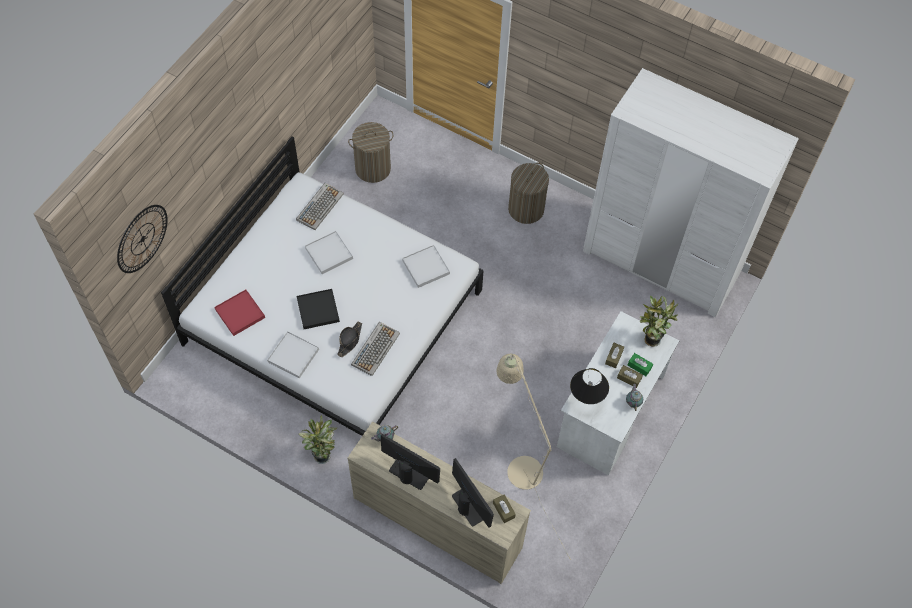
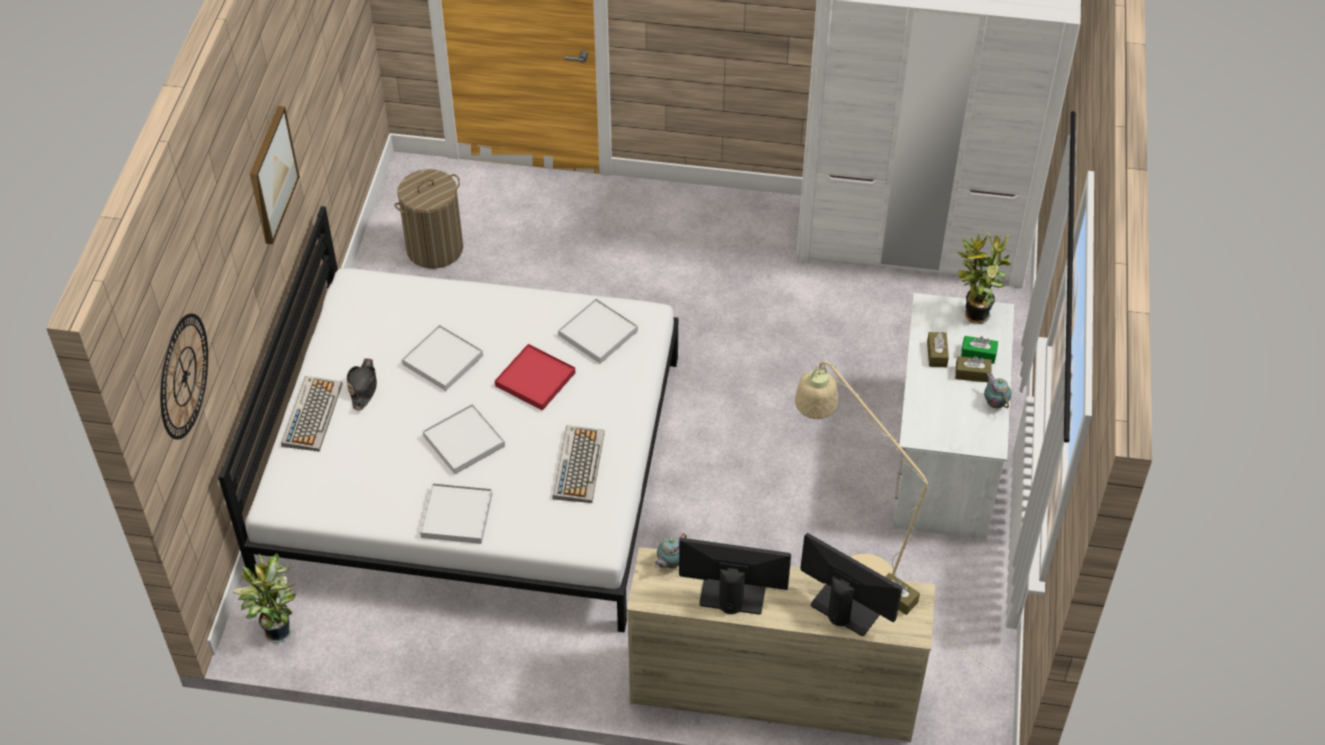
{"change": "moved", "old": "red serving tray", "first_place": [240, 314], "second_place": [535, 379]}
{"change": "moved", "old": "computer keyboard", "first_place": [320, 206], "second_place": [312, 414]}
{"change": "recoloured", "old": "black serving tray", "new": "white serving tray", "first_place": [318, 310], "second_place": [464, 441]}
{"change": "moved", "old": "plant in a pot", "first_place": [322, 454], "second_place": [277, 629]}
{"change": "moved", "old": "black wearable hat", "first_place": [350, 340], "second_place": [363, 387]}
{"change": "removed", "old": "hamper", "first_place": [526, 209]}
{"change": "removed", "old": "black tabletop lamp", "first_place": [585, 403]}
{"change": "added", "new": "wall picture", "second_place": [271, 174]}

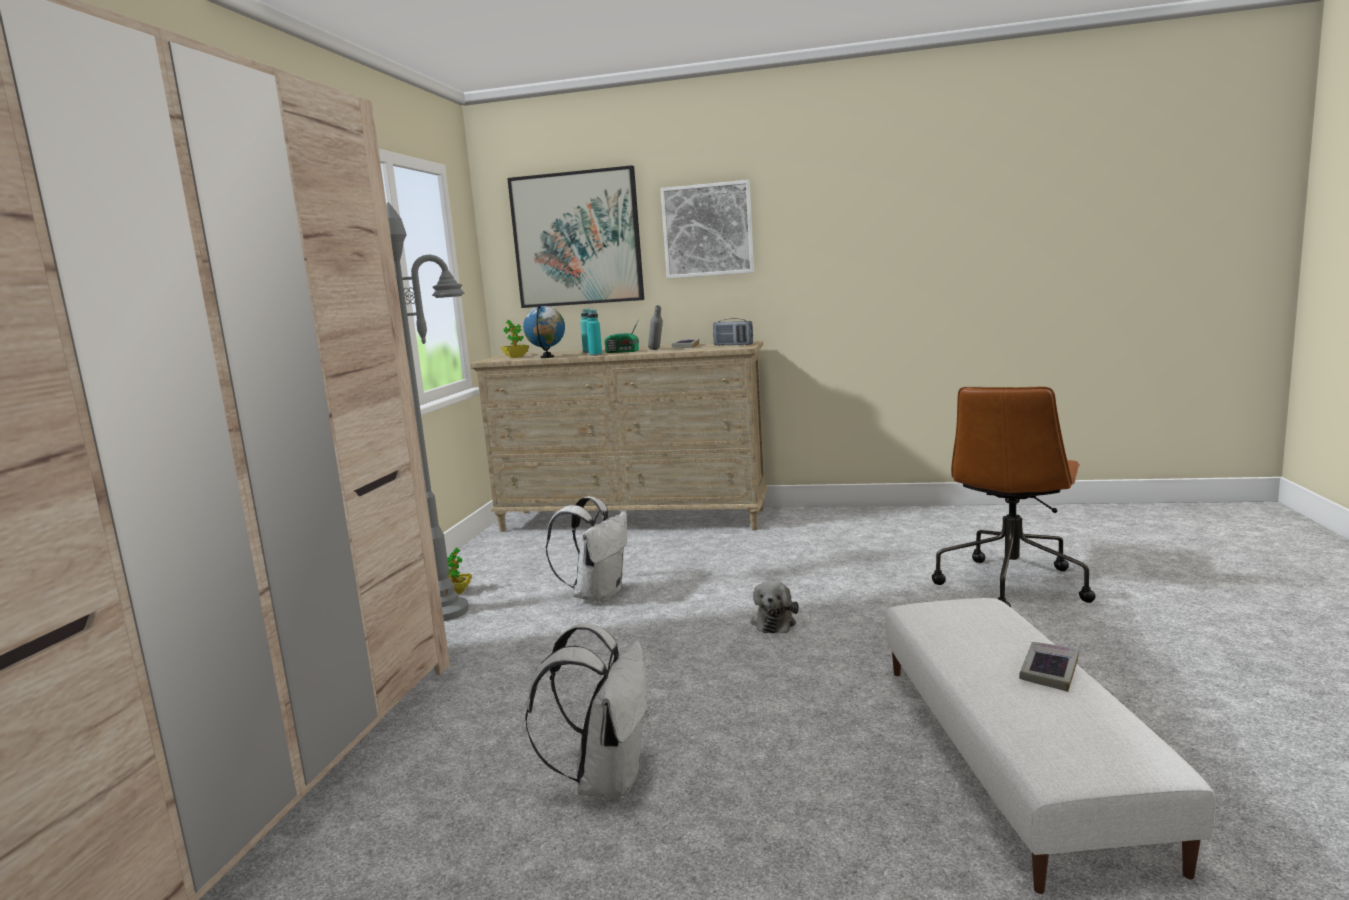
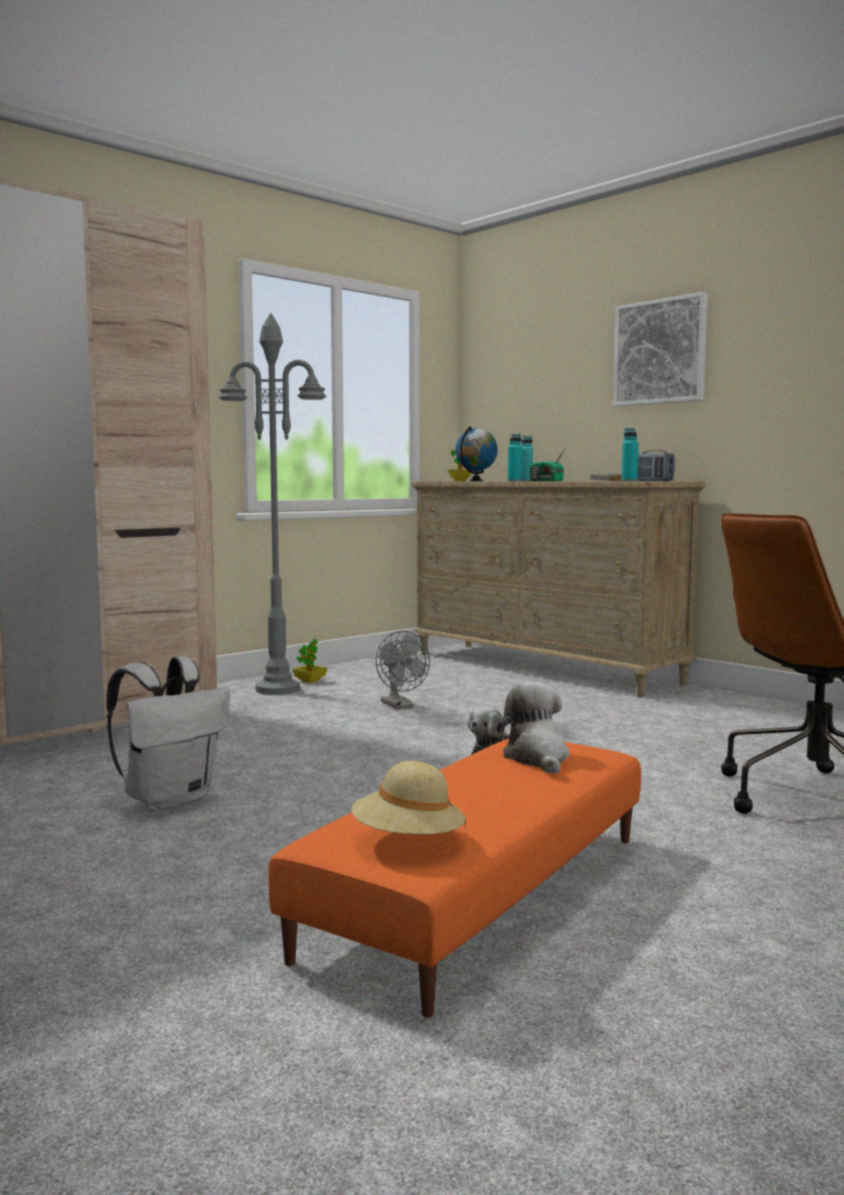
{"change": "removed", "old": "wall picture", "first_place": [577, 239]}
{"change": "replaced", "old": "white backpack", "new": "gray fan", "first_place": [597, 595], "second_place": [400, 706]}
{"change": "removed", "old": "gray beverage bottle", "first_place": [657, 349]}
{"change": "recoloured", "old": "white ottoman", "new": "orange ottoman", "first_place": [1013, 754], "second_place": [482, 894]}
{"change": "removed", "old": "volume", "first_place": [1049, 671]}
{"change": "added", "new": "beige-coloured wearable hat", "second_place": [408, 841]}
{"change": "added", "new": "plush toy", "second_place": [537, 758]}
{"change": "added", "new": "turquoise-coloured beverage bottle", "second_place": [629, 481]}

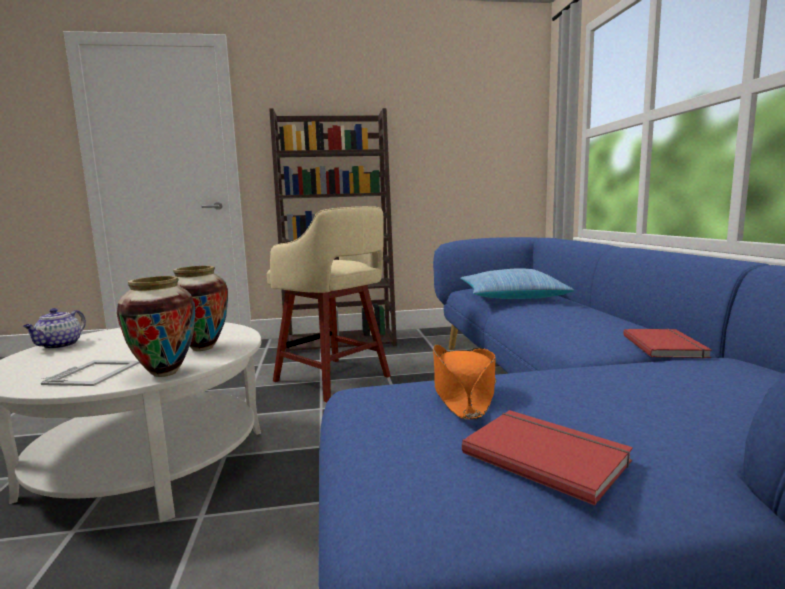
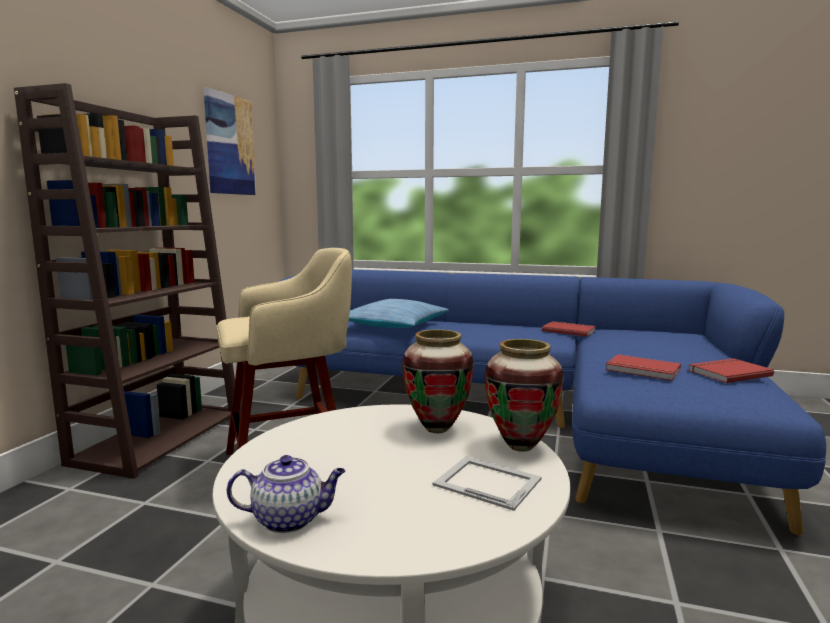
{"change": "turned", "old": "pot for tea", "first_place": [59, 346], "second_place": [290, 519], "degrees": -45}
{"change": "replaced", "old": "orange wearable hat", "new": "red volume", "first_place": [463, 393], "second_place": [642, 370]}
{"change": "added", "new": "wall picture", "second_place": [230, 145]}

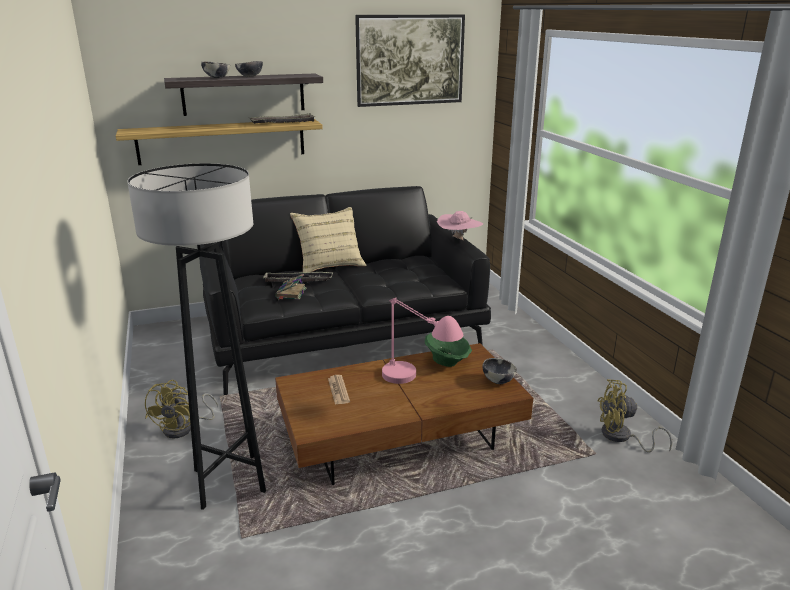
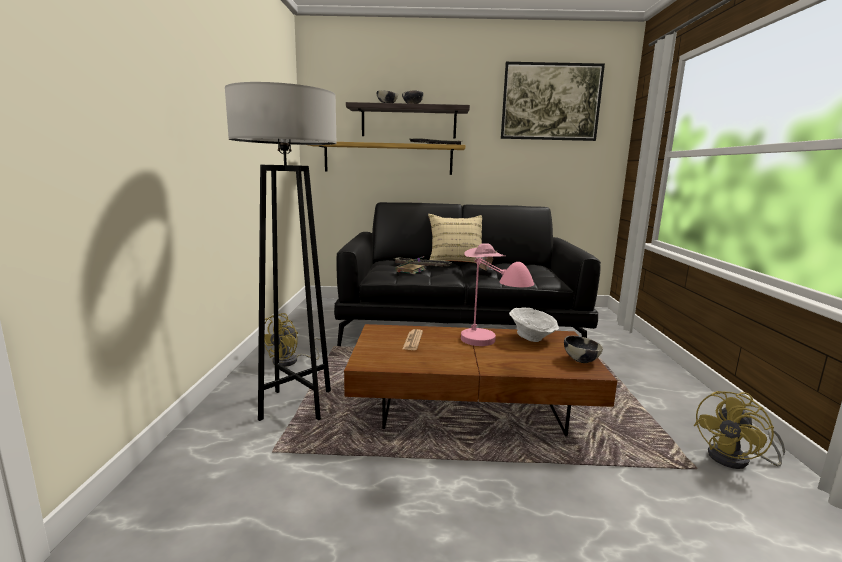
{"change": "recoloured", "old": "green-coloured deep dish", "new": "white deep dish", "first_place": [447, 362], "second_place": [532, 339]}
{"change": "moved", "old": "pink wearable hat", "first_place": [459, 240], "second_place": [483, 271]}
{"change": "turned", "old": "yellow-coloured fan", "first_place": [621, 437], "second_place": [736, 460], "degrees": -60}

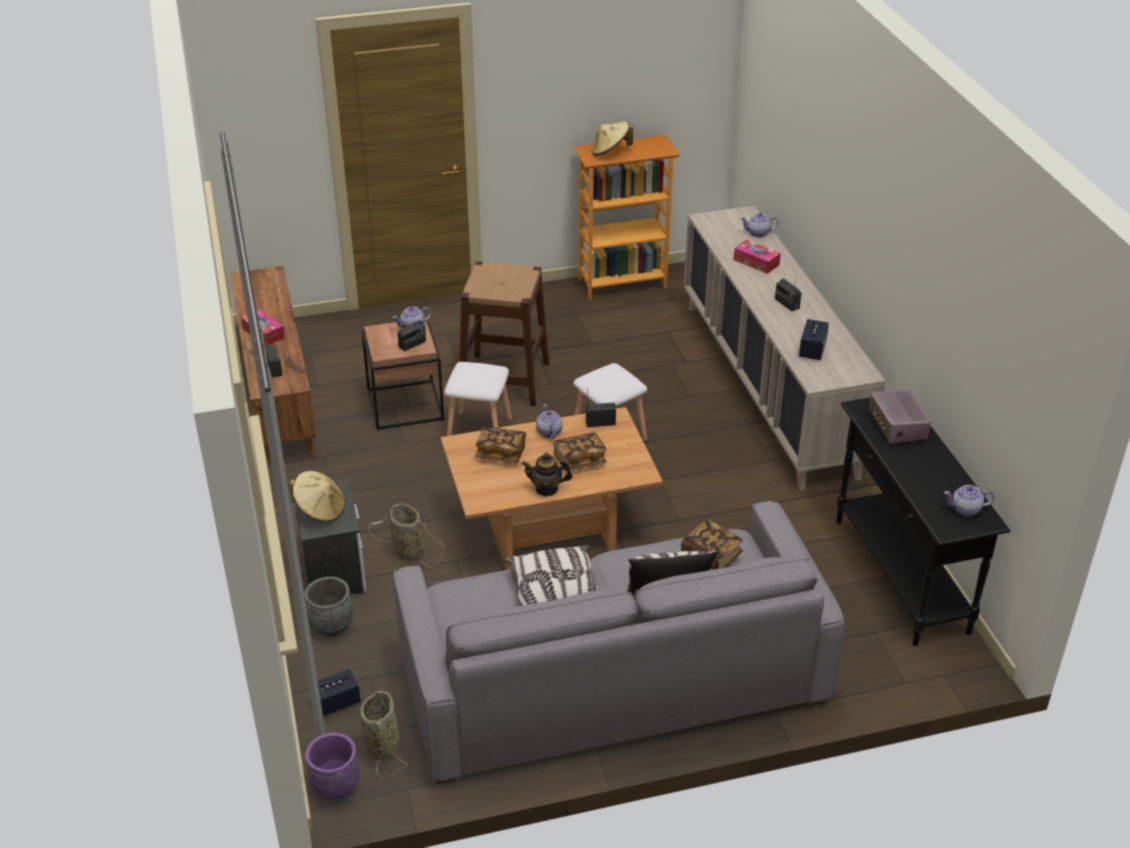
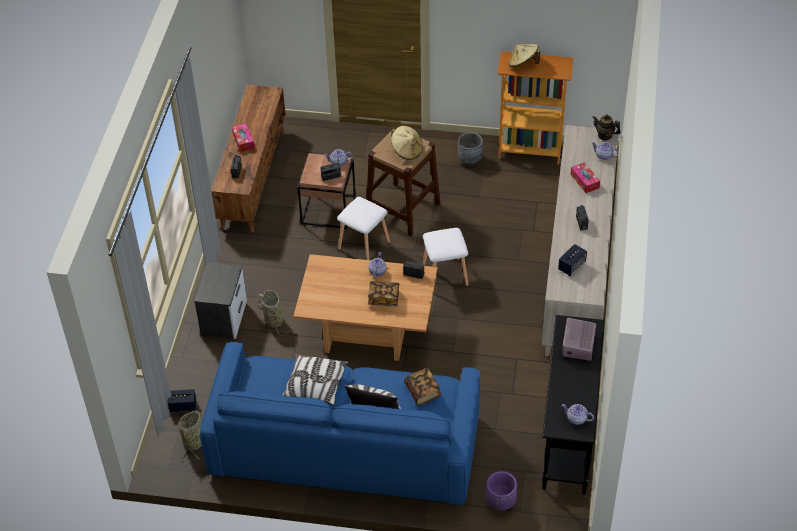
{"change": "moved", "old": "beige-coloured wearable hat", "first_place": [320, 510], "second_place": [406, 150]}
{"change": "moved", "old": "gray planter", "first_place": [331, 625], "second_place": [470, 159]}
{"change": "moved", "old": "purple-coloured planter", "first_place": [335, 786], "second_place": [500, 502]}
{"change": "recoloured", "old": "gray sofa", "new": "blue-coloured sofa", "first_place": [612, 679], "second_place": [345, 446]}
{"change": "removed", "old": "volume", "first_place": [501, 453]}
{"change": "moved", "old": "pot for tea", "first_place": [547, 489], "second_place": [605, 135]}

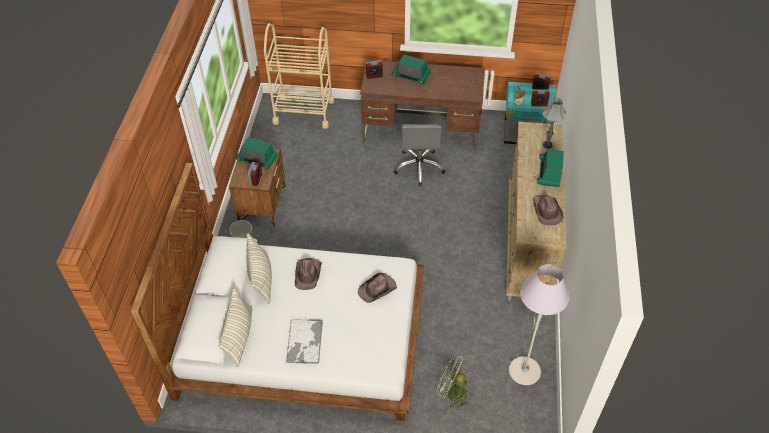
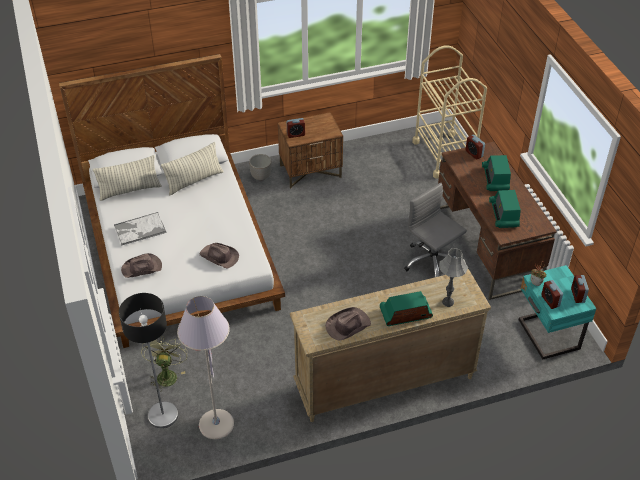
{"change": "moved", "old": "radio set", "first_place": [257, 159], "second_place": [504, 215]}
{"change": "moved", "old": "brown-coloured wearable hat", "first_place": [308, 274], "second_place": [142, 268]}
{"change": "turned", "old": "gray office chair", "first_place": [419, 167], "second_place": [431, 262], "degrees": 75}
{"change": "added", "new": "standing lamp", "second_place": [162, 415]}

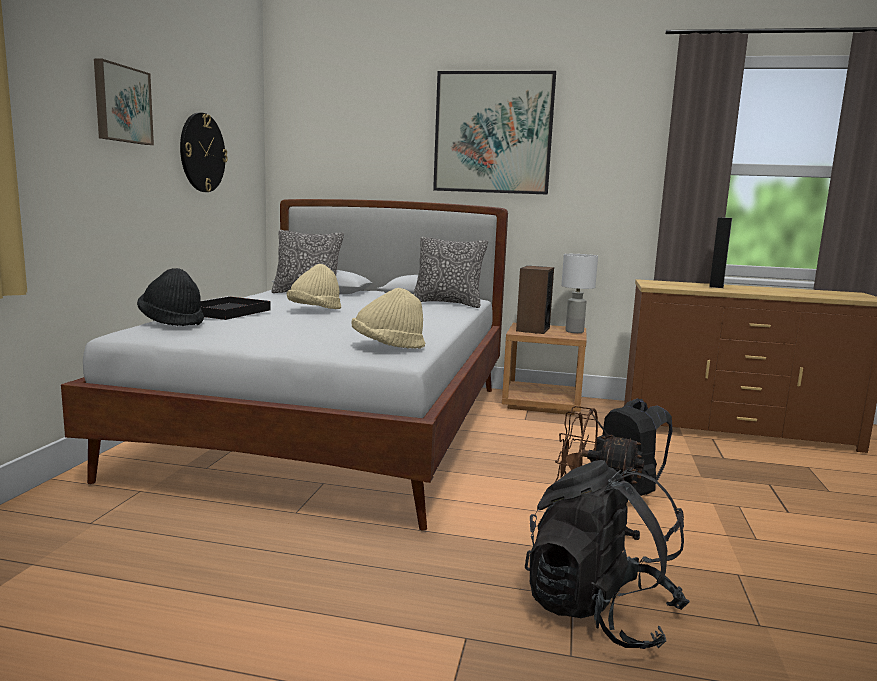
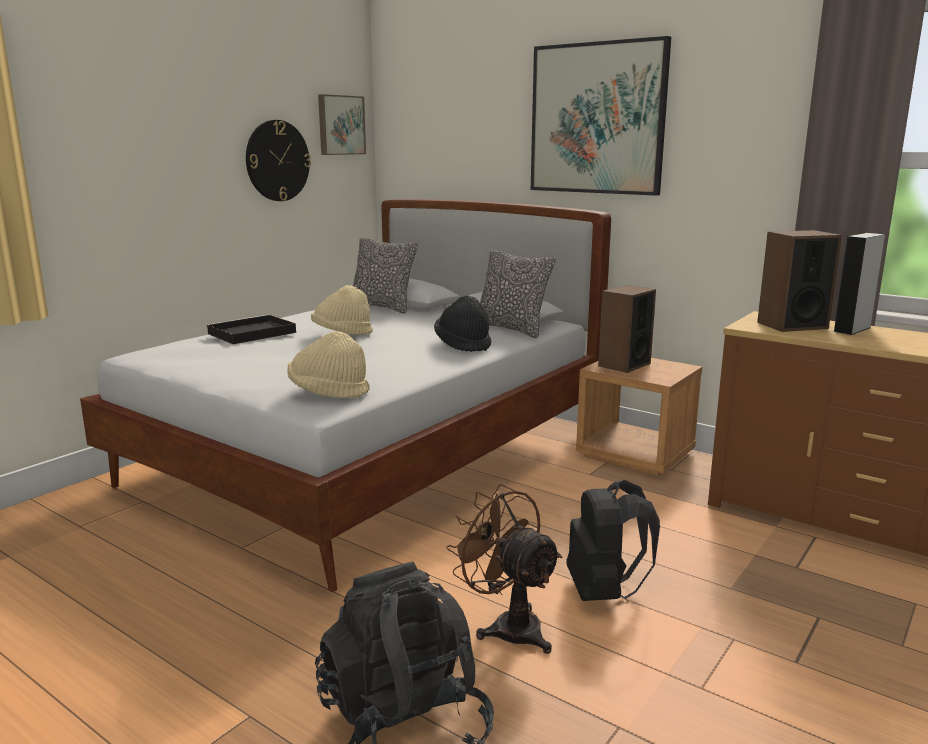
{"change": "moved", "old": "wall picture", "first_place": [121, 104], "second_place": [340, 125]}
{"change": "moved", "old": "black wearable hat", "first_place": [172, 321], "second_place": [463, 345]}
{"change": "removed", "old": "white tabletop lamp", "first_place": [574, 331]}
{"change": "added", "new": "speaker", "second_place": [791, 325]}

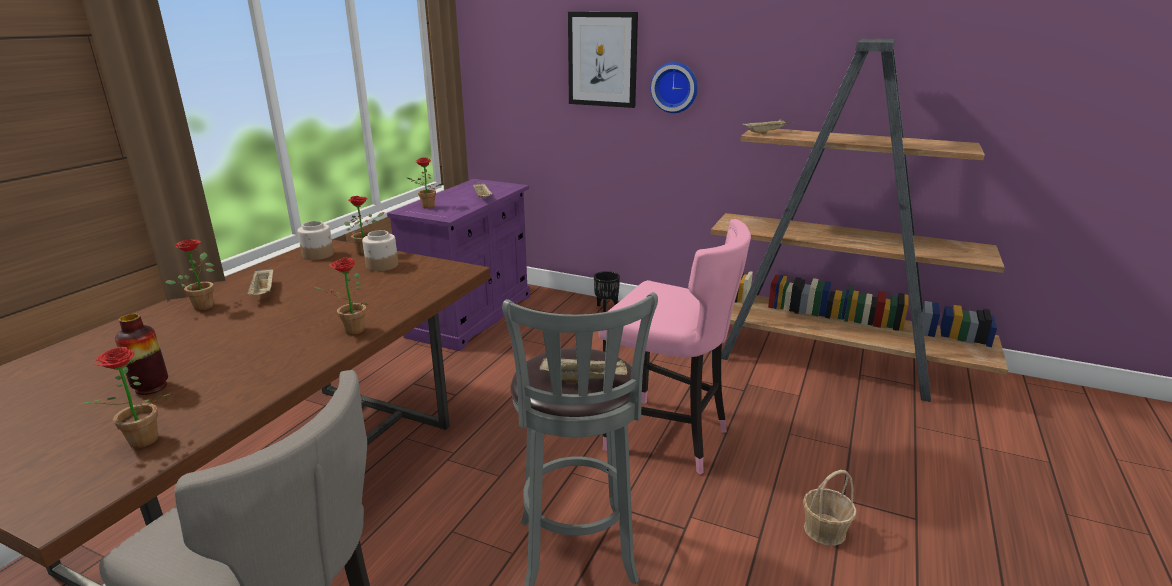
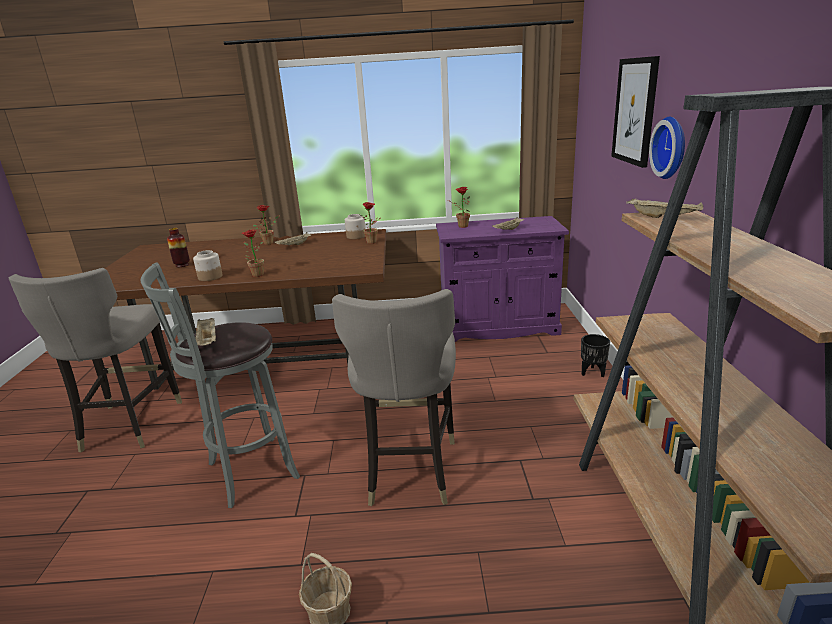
{"change": "removed", "old": "plant in a pot", "first_place": [139, 444]}
{"change": "moved", "old": "storage jar", "first_place": [382, 266], "second_place": [210, 277]}
{"change": "recoloured", "old": "pink stool seat", "new": "gray stool seat", "first_place": [667, 437], "second_place": [409, 472]}

